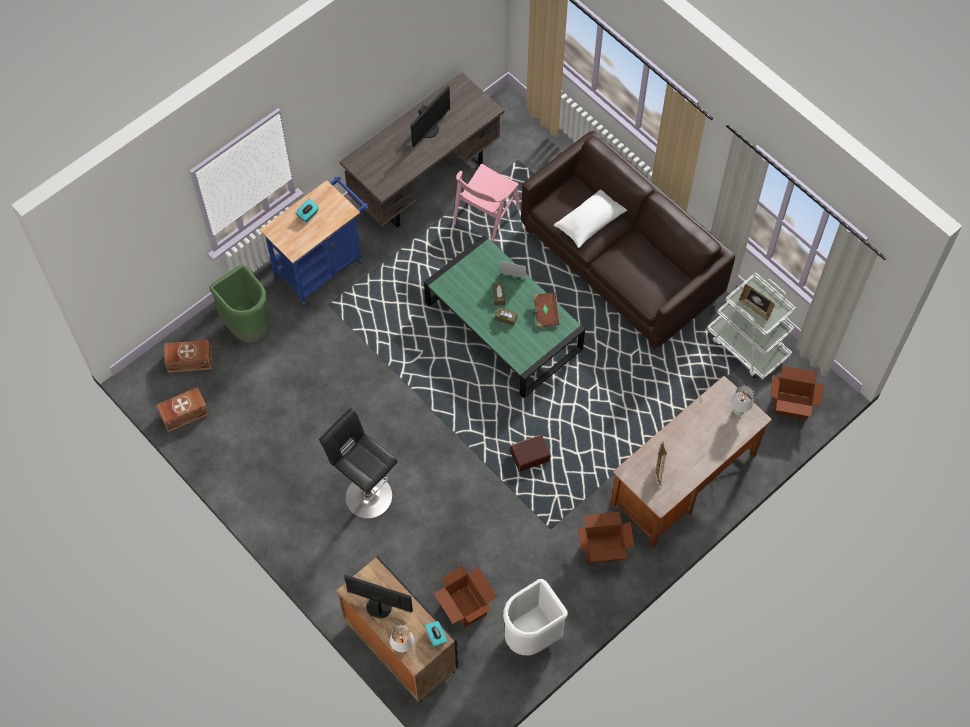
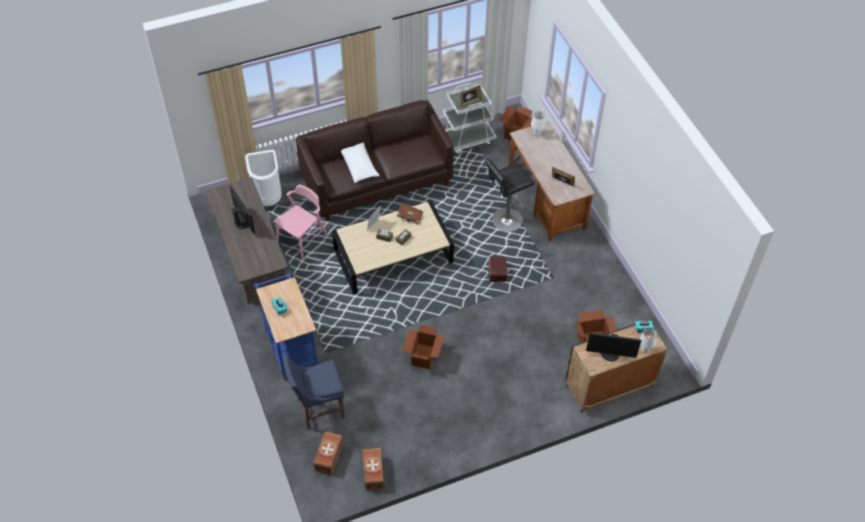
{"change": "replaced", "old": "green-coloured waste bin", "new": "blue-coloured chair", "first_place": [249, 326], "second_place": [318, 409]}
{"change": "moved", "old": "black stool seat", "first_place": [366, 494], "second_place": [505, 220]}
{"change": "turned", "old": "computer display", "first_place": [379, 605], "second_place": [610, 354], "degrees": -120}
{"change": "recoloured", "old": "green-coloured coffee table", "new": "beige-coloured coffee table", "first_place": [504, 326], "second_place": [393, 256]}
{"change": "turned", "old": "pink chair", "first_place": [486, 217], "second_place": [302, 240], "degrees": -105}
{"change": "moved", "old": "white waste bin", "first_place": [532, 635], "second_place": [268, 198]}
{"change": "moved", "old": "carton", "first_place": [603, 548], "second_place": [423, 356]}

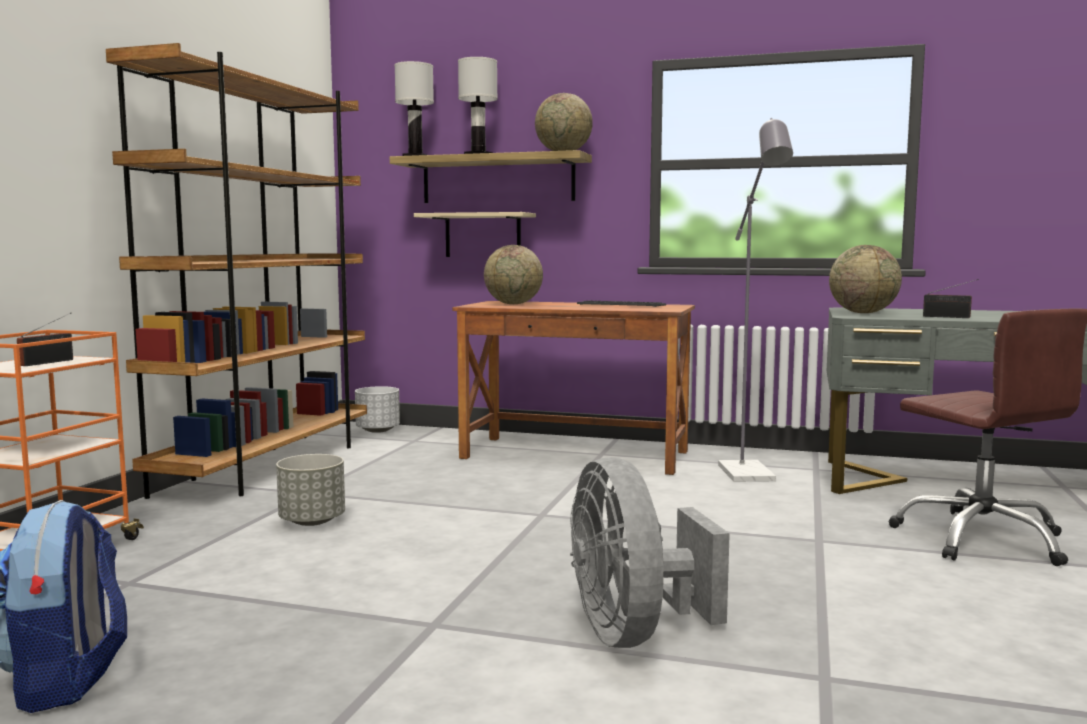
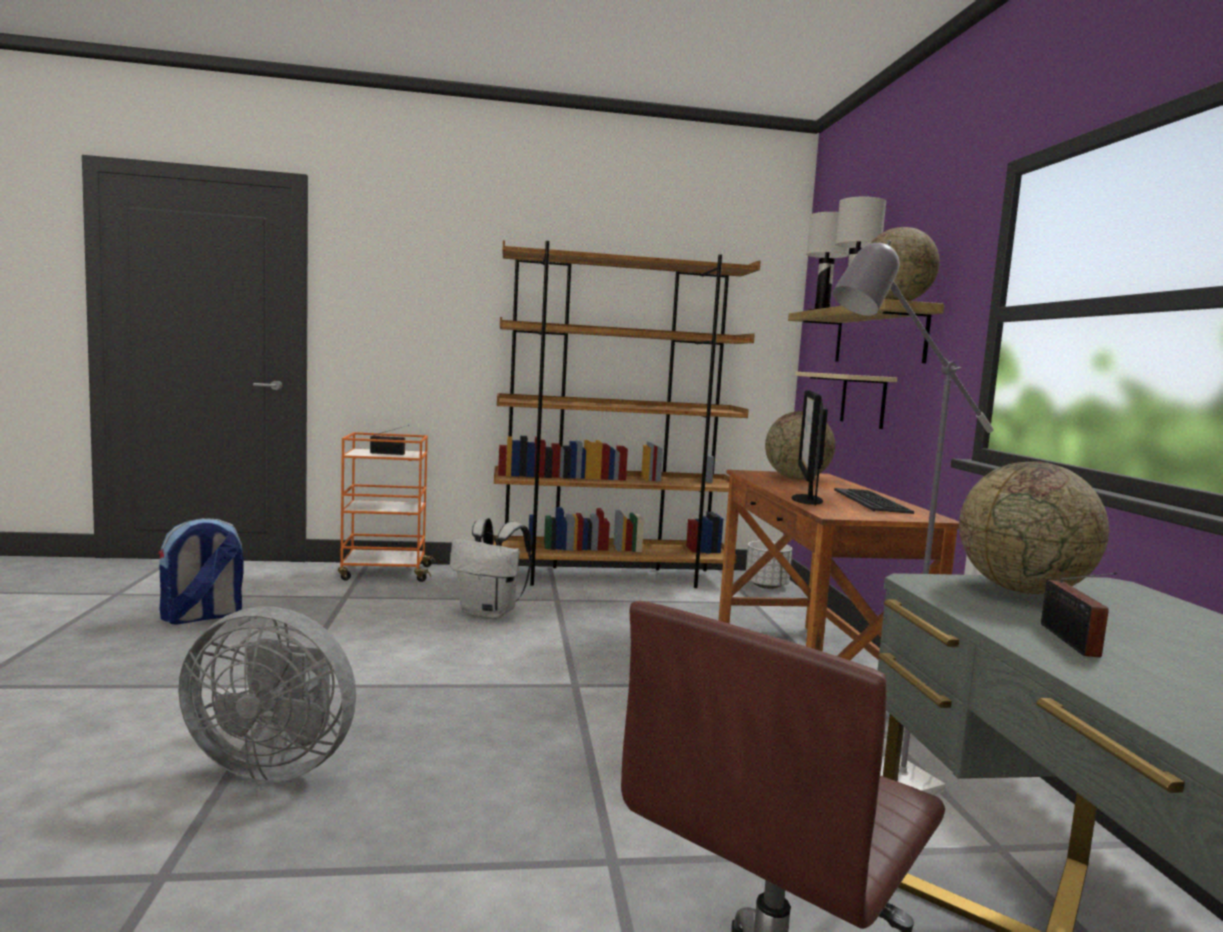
{"change": "replaced", "old": "gray planter", "new": "white backpack", "first_place": [312, 521], "second_place": [490, 613]}
{"change": "turned", "old": "gray fan", "first_place": [634, 633], "second_place": [274, 763], "degrees": -135}
{"change": "added", "new": "computer display", "second_place": [806, 499]}

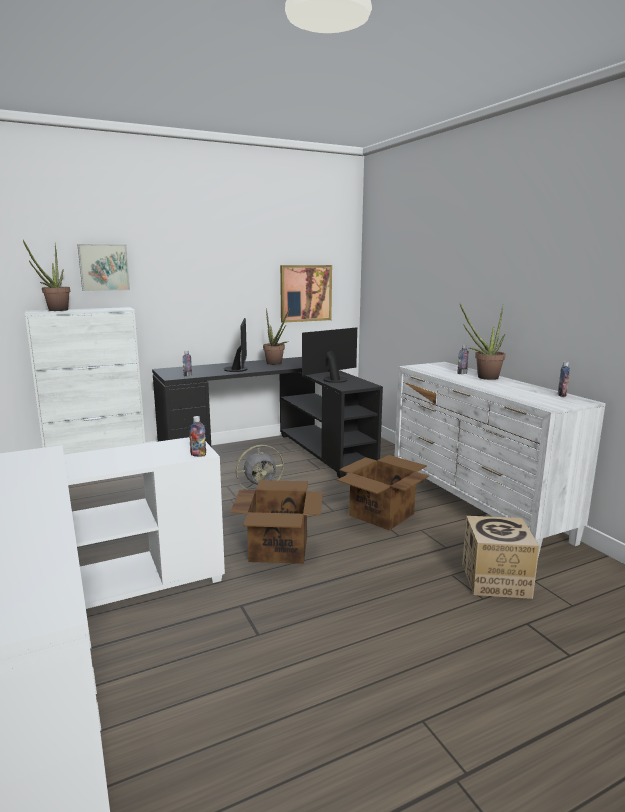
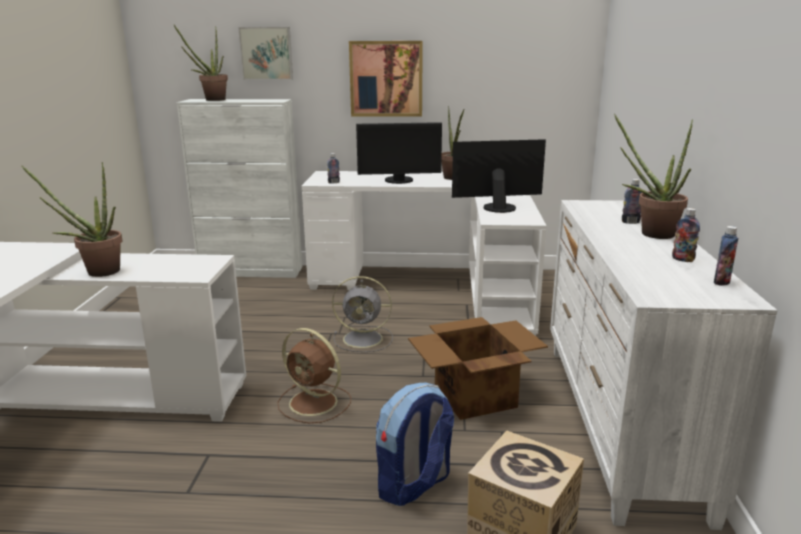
{"change": "recoloured", "old": "black desk", "new": "white desk", "first_place": [273, 452], "second_place": [437, 288]}
{"change": "moved", "old": "beverage bottle", "first_place": [198, 455], "second_place": [682, 259]}
{"change": "turned", "old": "computer display", "first_place": [238, 369], "second_place": [399, 181], "degrees": 60}
{"change": "replaced", "old": "carton", "new": "brown-coloured fan", "first_place": [279, 548], "second_place": [315, 403]}
{"change": "moved", "old": "wall picture", "first_place": [305, 293], "second_place": [386, 79]}
{"change": "added", "new": "plant in a pot", "second_place": [96, 272]}
{"change": "added", "new": "backpack", "second_place": [414, 485]}

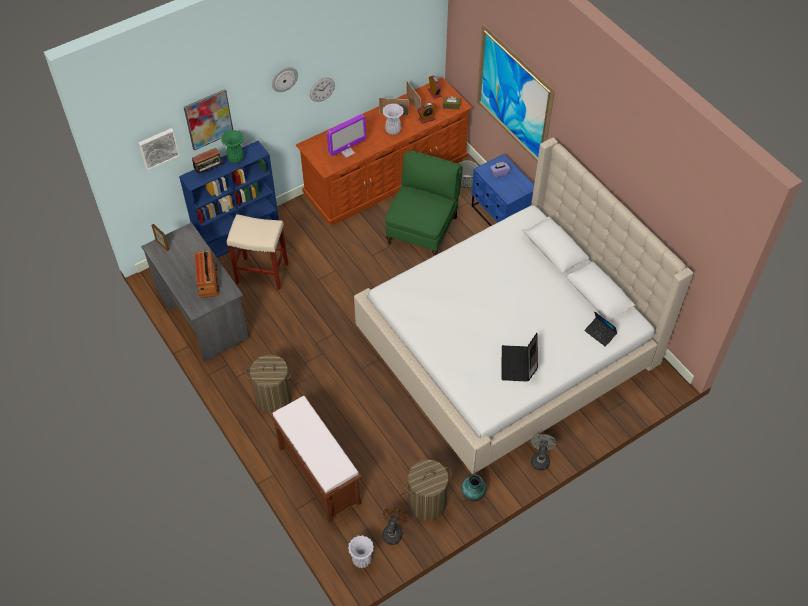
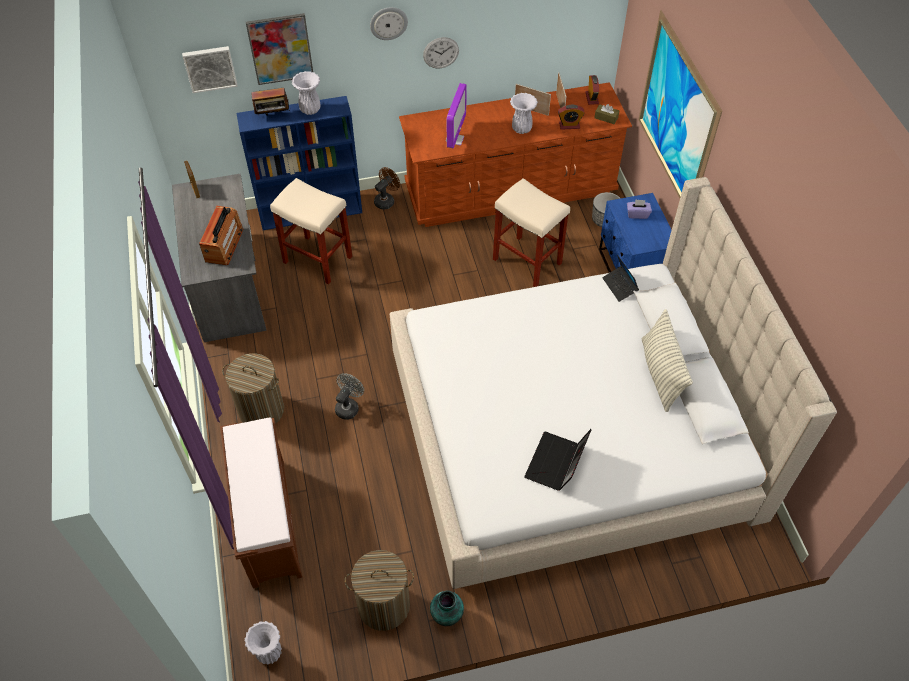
{"change": "recoloured", "old": "green-coloured vase", "new": "white vase", "first_place": [236, 158], "second_place": [310, 109]}
{"change": "turned", "old": "computer display", "first_place": [347, 152], "second_place": [455, 139], "degrees": -60}
{"change": "moved", "old": "brown-coloured fan", "first_place": [393, 532], "second_place": [386, 200]}
{"change": "replaced", "old": "green-coloured easy chair", "new": "beige-coloured stool seat", "first_place": [423, 229], "second_place": [528, 261]}
{"change": "moved", "old": "gray fan", "first_place": [540, 459], "second_place": [349, 406]}
{"change": "moved", "old": "notebook computer", "first_place": [600, 333], "second_place": [619, 286]}
{"change": "added", "new": "throw pillow", "second_place": [660, 373]}

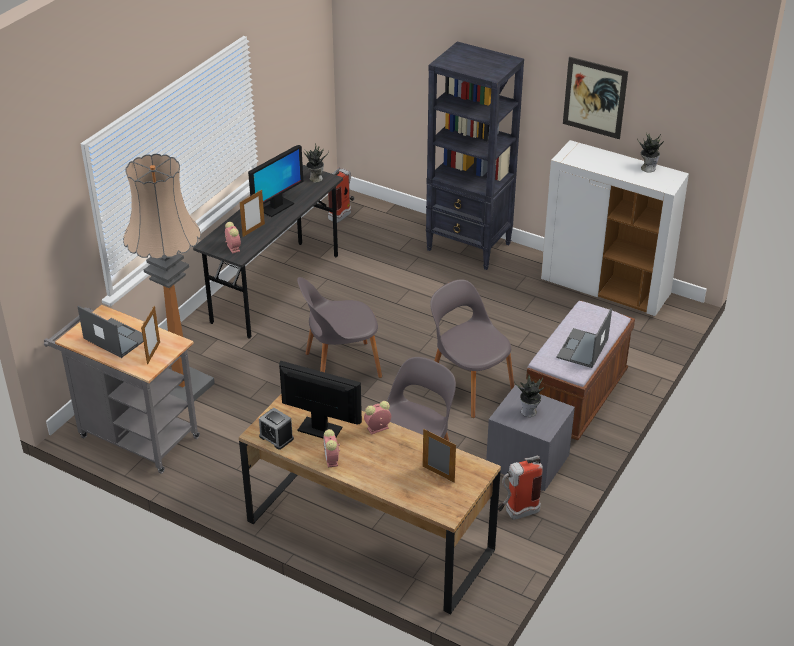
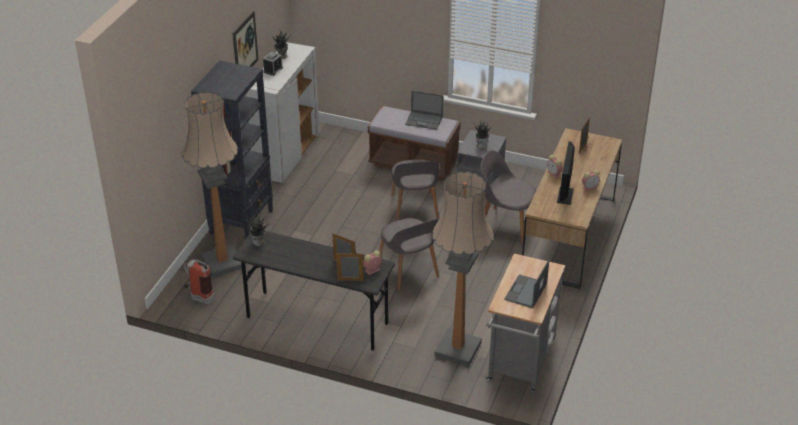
{"change": "moved", "old": "standing frame", "first_place": [153, 353], "second_place": [350, 280]}
{"change": "removed", "old": "computer display", "first_place": [276, 207]}
{"change": "moved", "old": "bedside clock", "first_place": [276, 437], "second_place": [273, 70]}
{"change": "turned", "old": "gray chair", "first_place": [469, 387], "second_place": [414, 208], "degrees": -45}
{"change": "removed", "old": "fire-fighting cylinder", "first_place": [516, 513]}
{"change": "added", "new": "standing lamp", "second_place": [222, 262]}

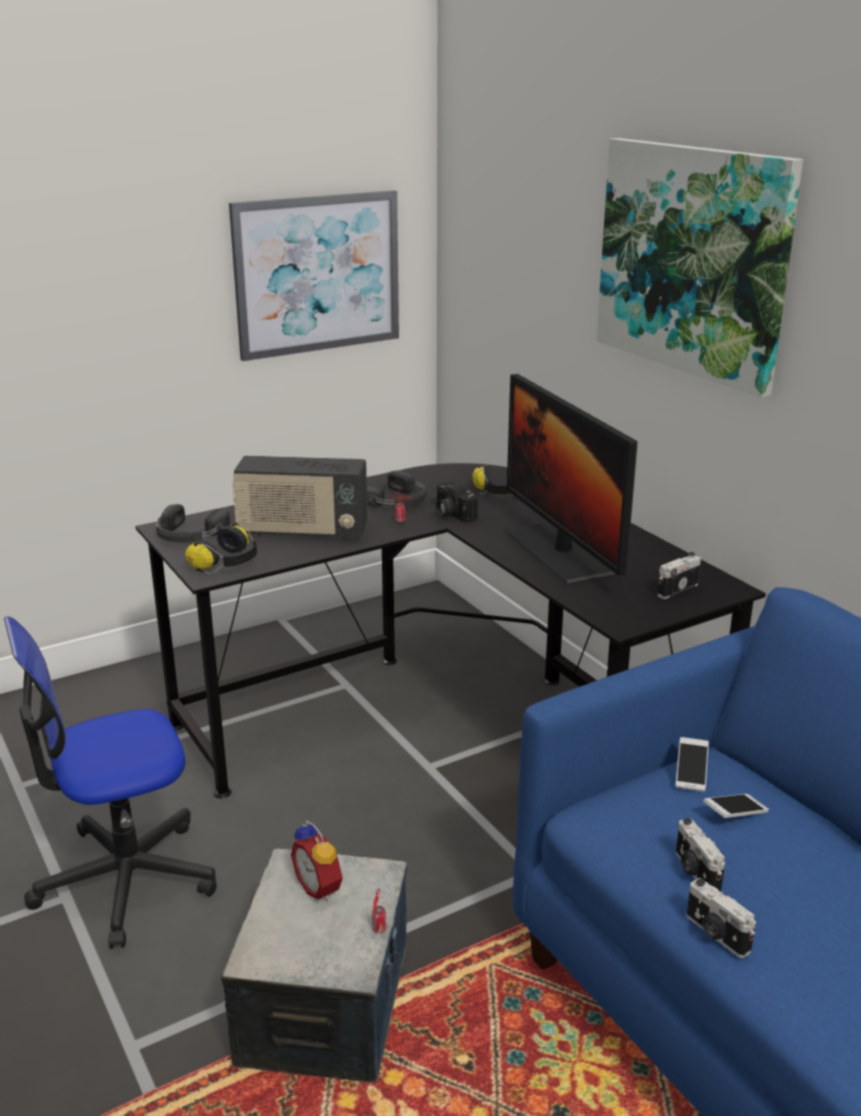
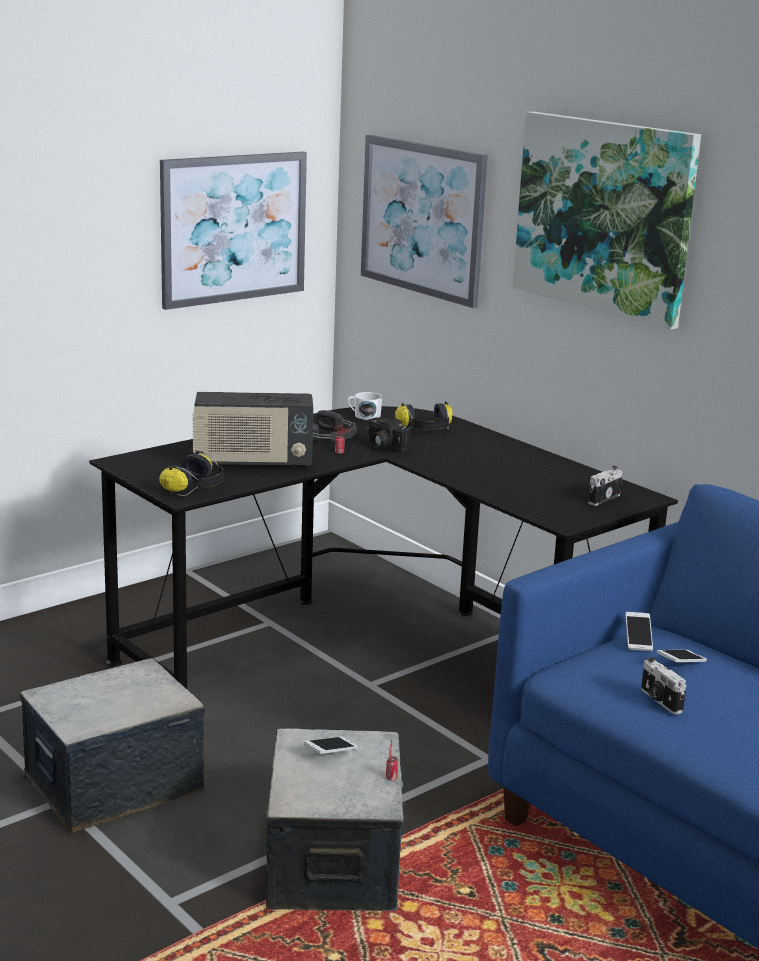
{"change": "replaced", "old": "office chair", "new": "storage container", "first_place": [125, 879], "second_place": [113, 783]}
{"change": "removed", "old": "black headphones", "first_place": [188, 535]}
{"change": "replaced", "old": "bedside clock", "new": "handset", "first_place": [321, 887], "second_place": [330, 752]}
{"change": "removed", "old": "computer display", "first_place": [560, 551]}
{"change": "removed", "old": "photo camera", "first_place": [716, 934]}
{"change": "added", "new": "white coffee mug", "second_place": [364, 416]}
{"change": "added", "new": "wall picture", "second_place": [422, 218]}

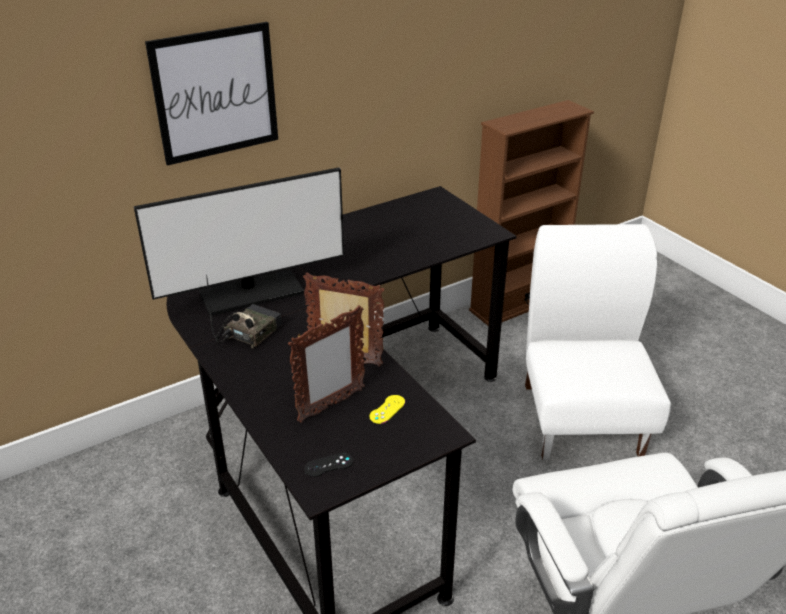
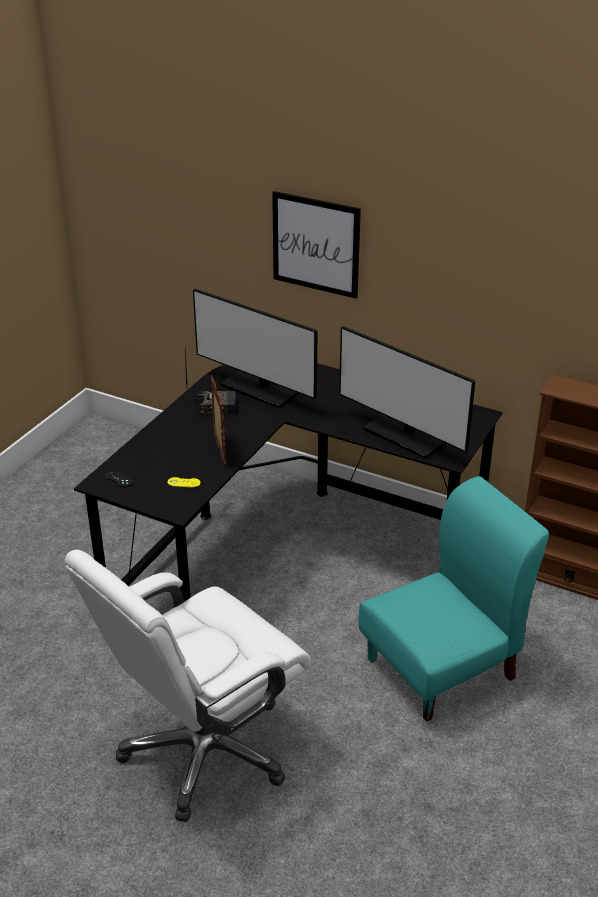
{"change": "removed", "old": "standing frame", "first_place": [330, 405]}
{"change": "recoloured", "old": "white chair", "new": "turquoise-coloured chair", "first_place": [582, 418], "second_place": [442, 668]}
{"change": "added", "new": "computer display", "second_place": [404, 436]}

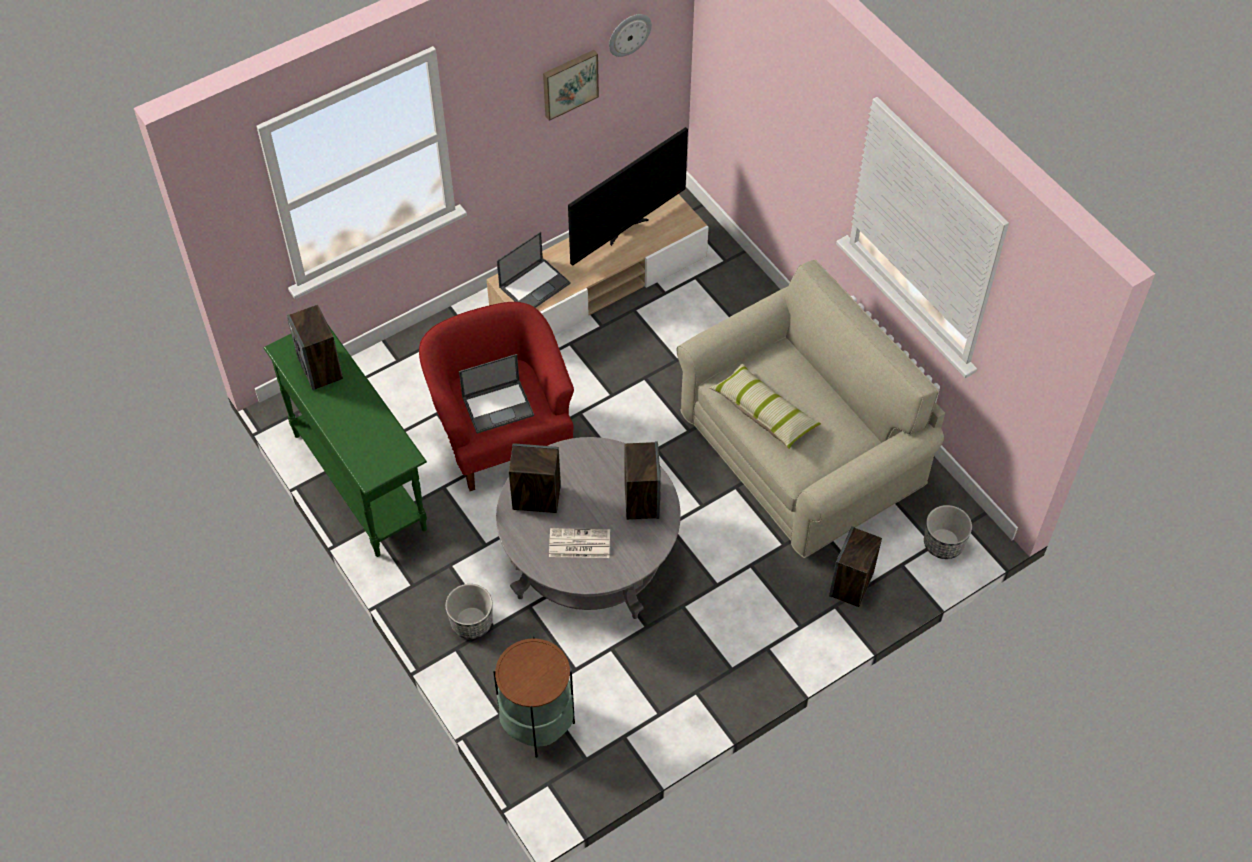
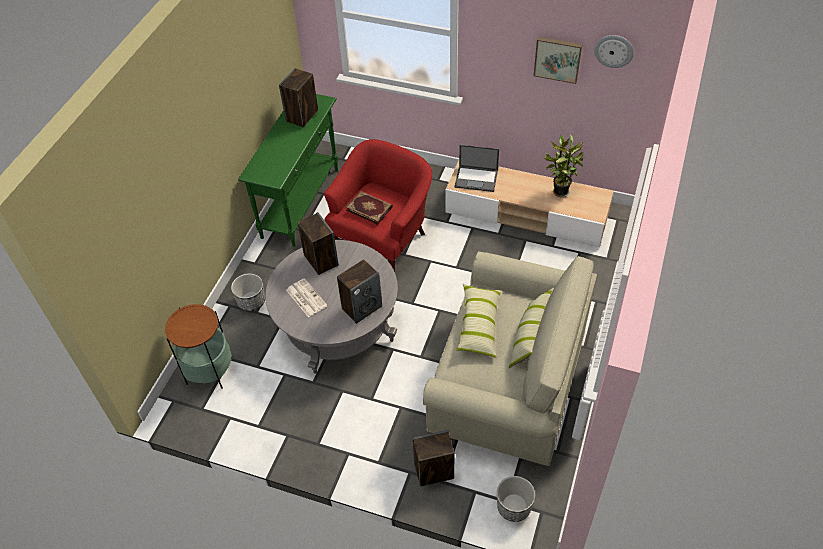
{"change": "replaced", "old": "notebook computer", "new": "volume", "first_place": [498, 406], "second_place": [369, 208]}
{"change": "replaced", "old": "television", "new": "plant in a pot", "first_place": [626, 229], "second_place": [559, 191]}
{"change": "added", "new": "throw pillow", "second_place": [529, 337]}

